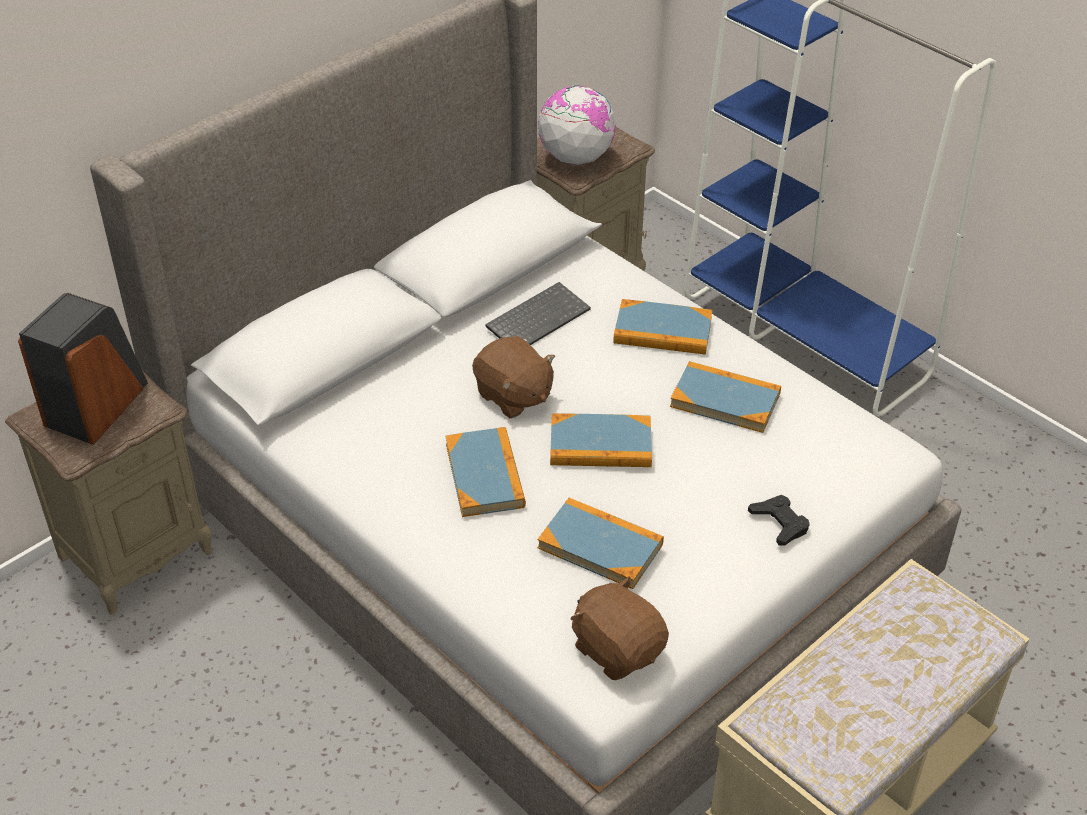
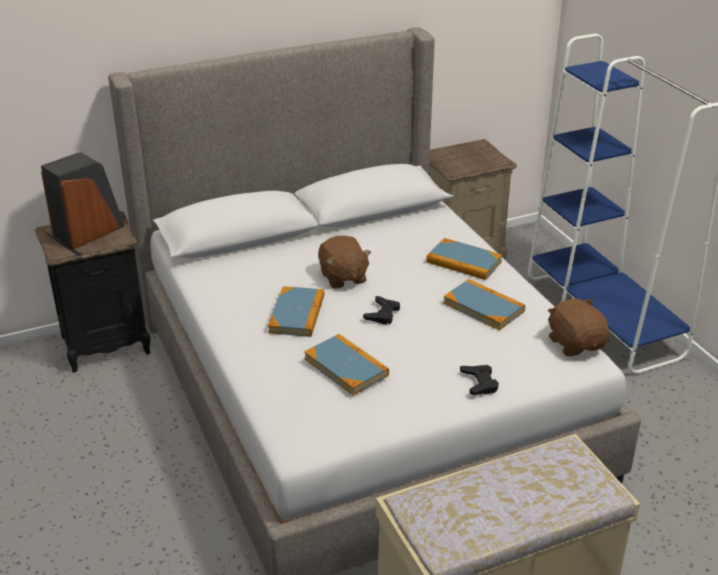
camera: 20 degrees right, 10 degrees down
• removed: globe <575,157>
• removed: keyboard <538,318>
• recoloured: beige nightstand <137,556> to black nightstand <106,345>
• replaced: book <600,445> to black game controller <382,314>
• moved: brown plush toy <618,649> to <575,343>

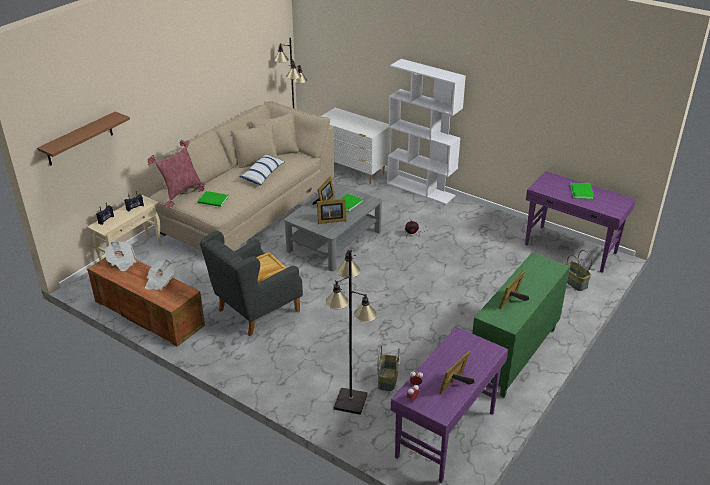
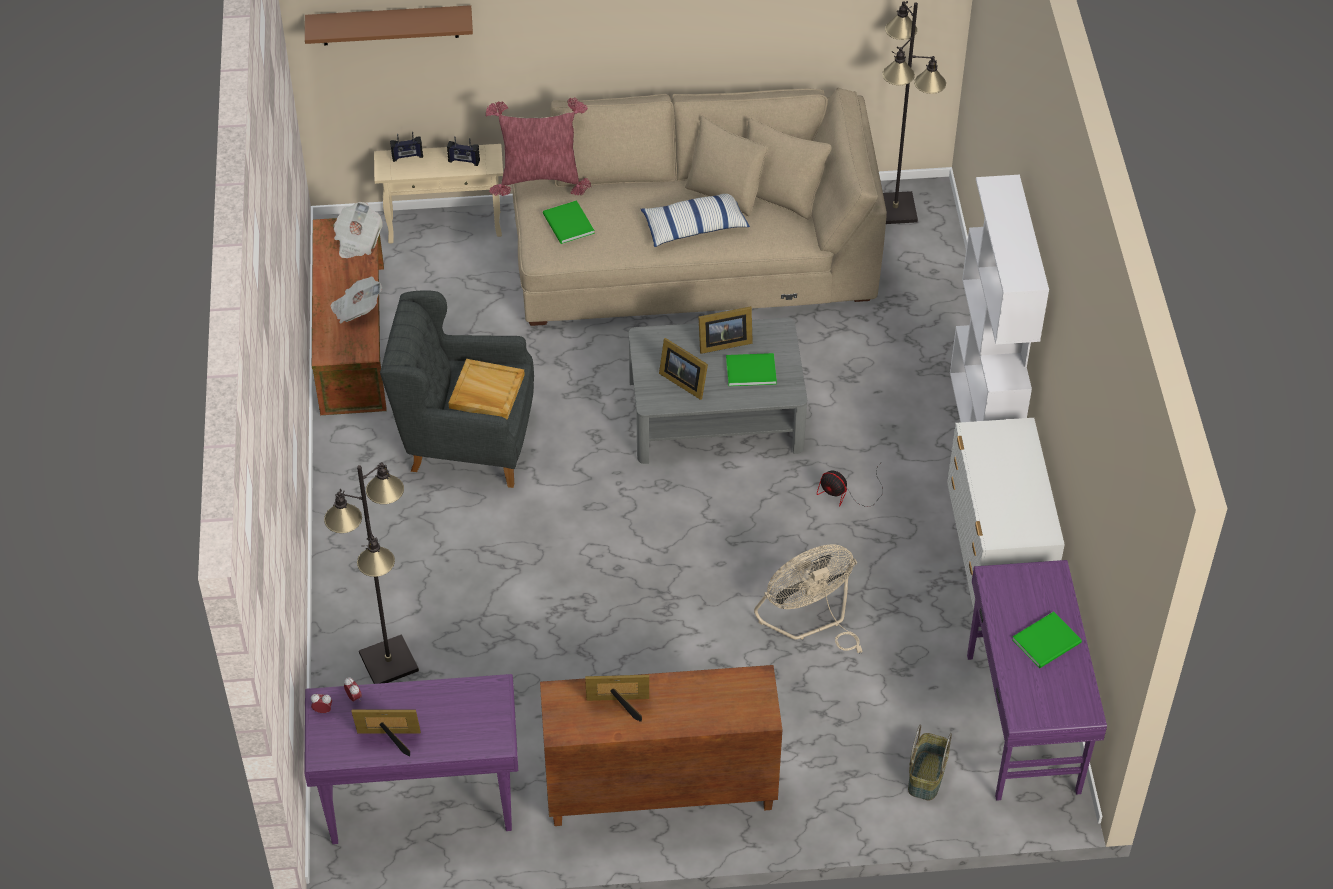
camera: 50 degrees right, 15 degrees up
• moved: white dresser <353,170> to <995,562>
• recoloured: green cabinet <514,355> to brown cabinet <659,791>
• removed: basket <387,379>
• added: beige fan <815,619>

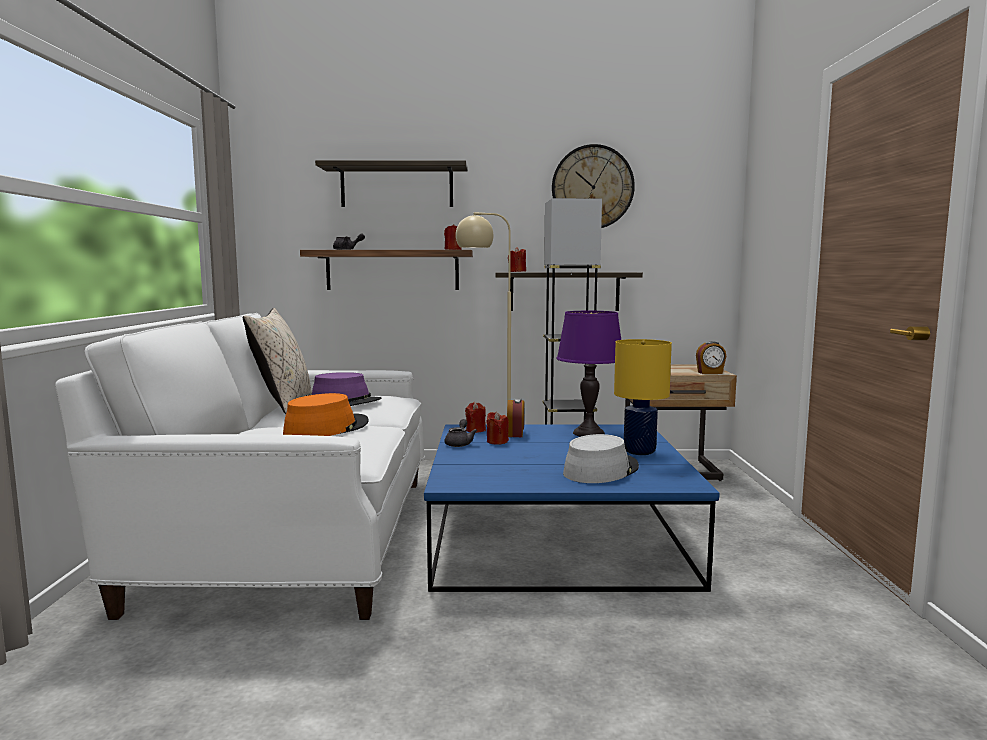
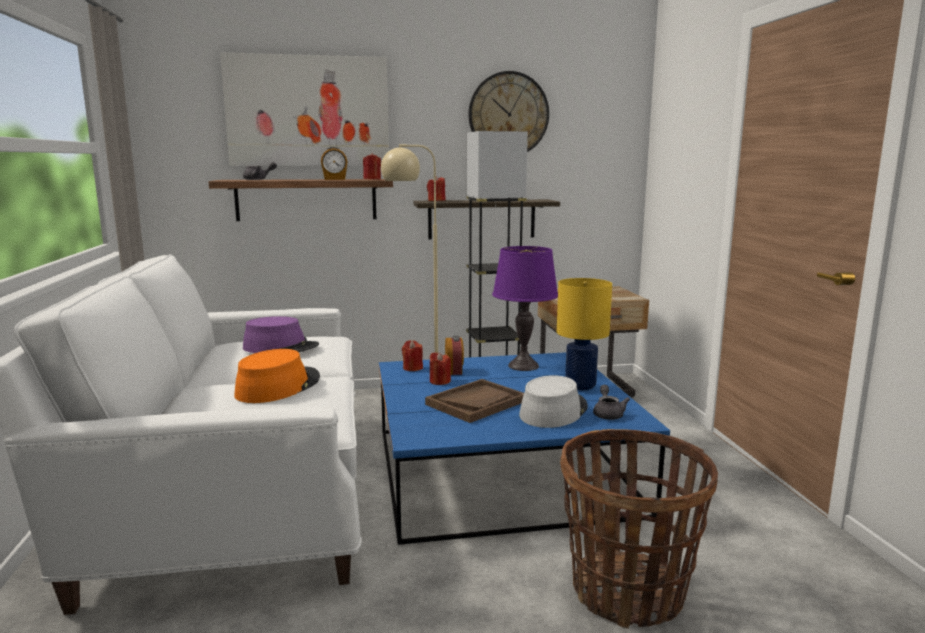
camera: 10 degrees left, 5 degrees up
• replaced: shelf <397,186> to picture <308,111>
• removed: beige pillow <282,404>
• moved: alarm clock <710,373> to <334,179>
• moved: grey teapot <459,443> to <608,414>
• added: brown tray <476,403>
• added: basket <628,591>

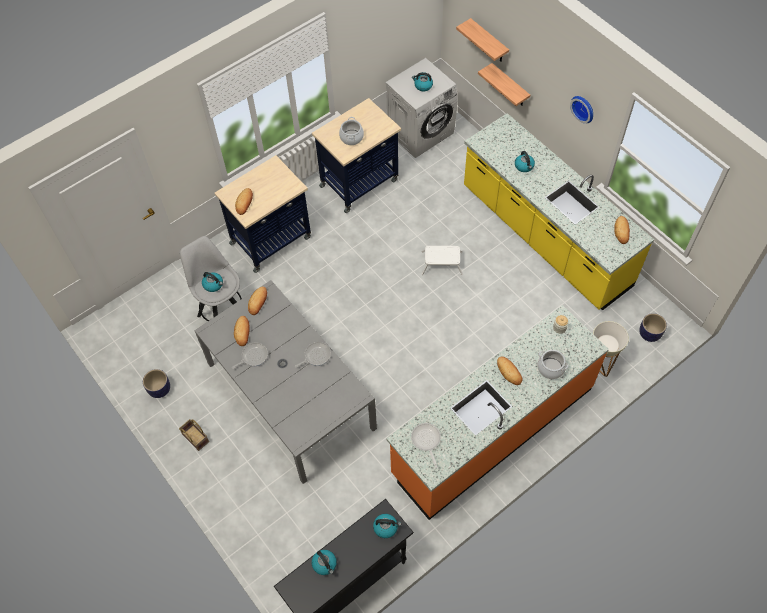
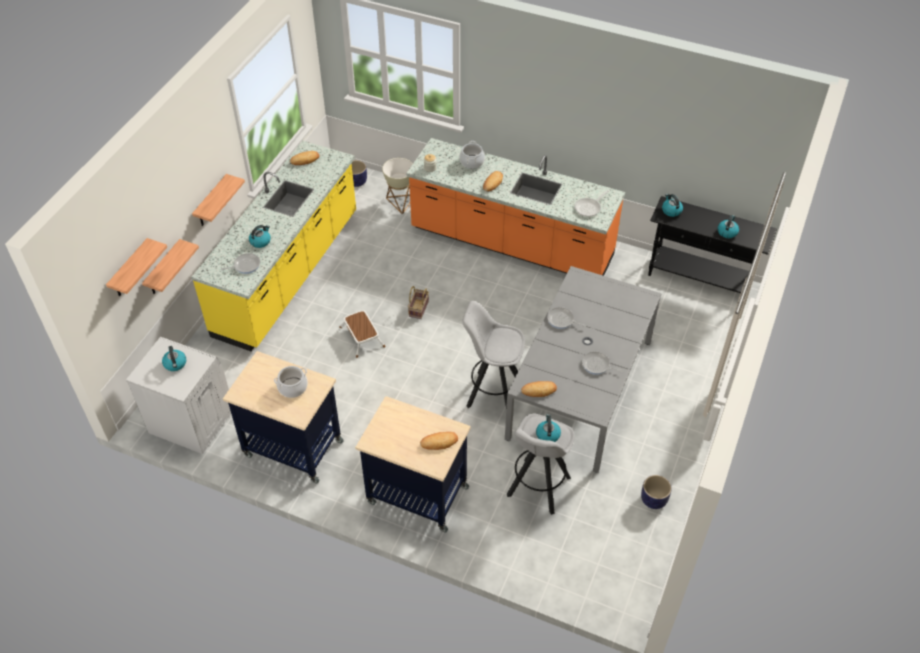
camera: 120 degrees left, 10 degrees down
• removed: wall clock <584,108>
• recoloured: white step ladder <442,263> to brown step ladder <361,337>
• removed: bread <242,332>
• moved: basket <194,438> to <419,309>
• added: shelf <211,202>
• added: frying pan <245,265>
• added: grey stool <492,393>

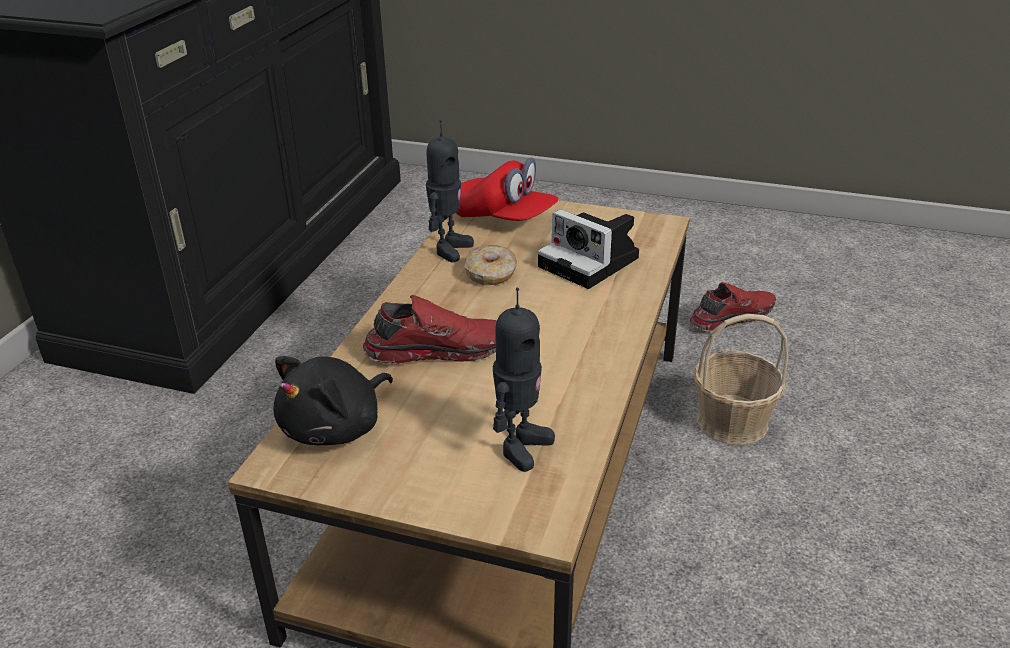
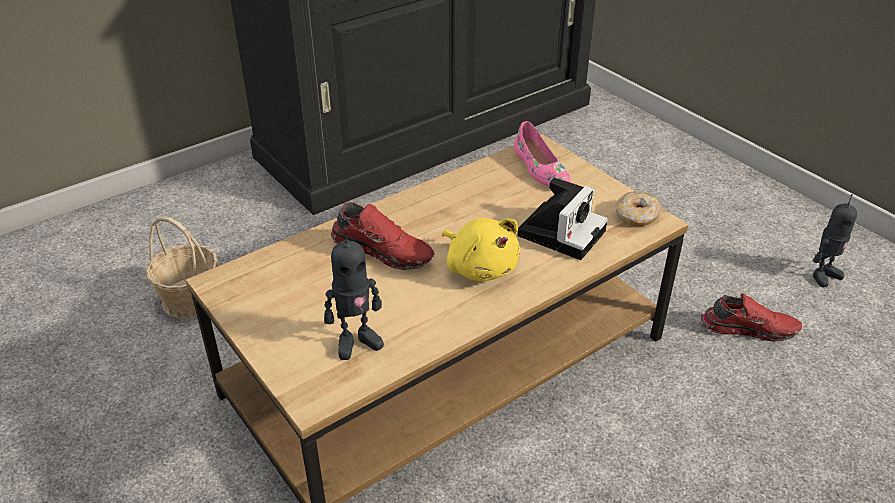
camera: 35 degrees right, 5 degrees up
• moved: toy robot <449,249> to <823,275>
• replaced: red cap <504,218> to pink shoe <539,169>
• turned: photo camera <592,263> = <562,231> 135 degrees counterclockwise
• moved: donut <491,274> to <637,216>
• moved: basket <731,421> to <190,299>
• removed: black plush toy <336,427>
• added: yellow plush toy <480,267>

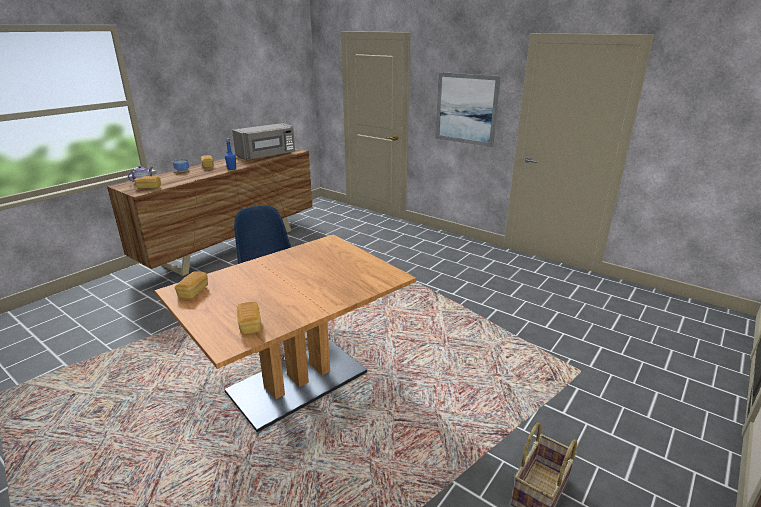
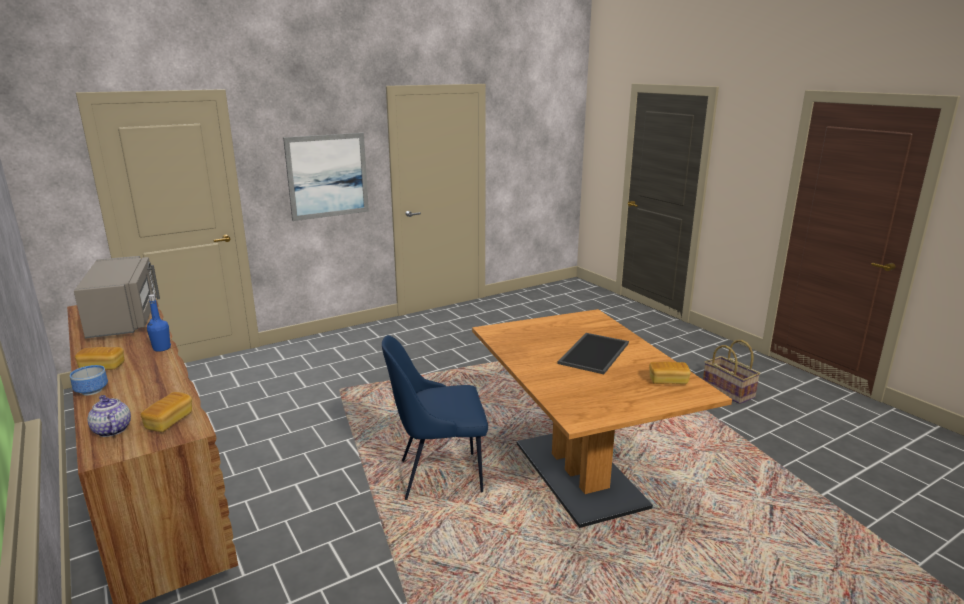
camera: 70 degrees left, 5 degrees down
• removed: bread <193,292>
• added: tray <593,352>

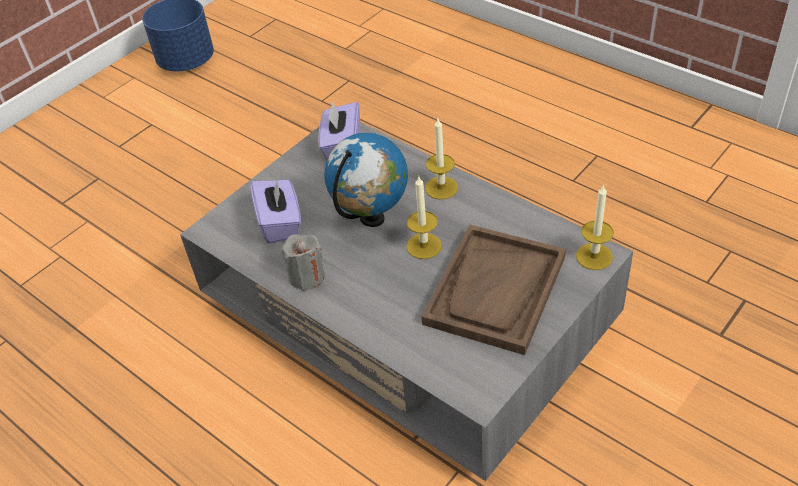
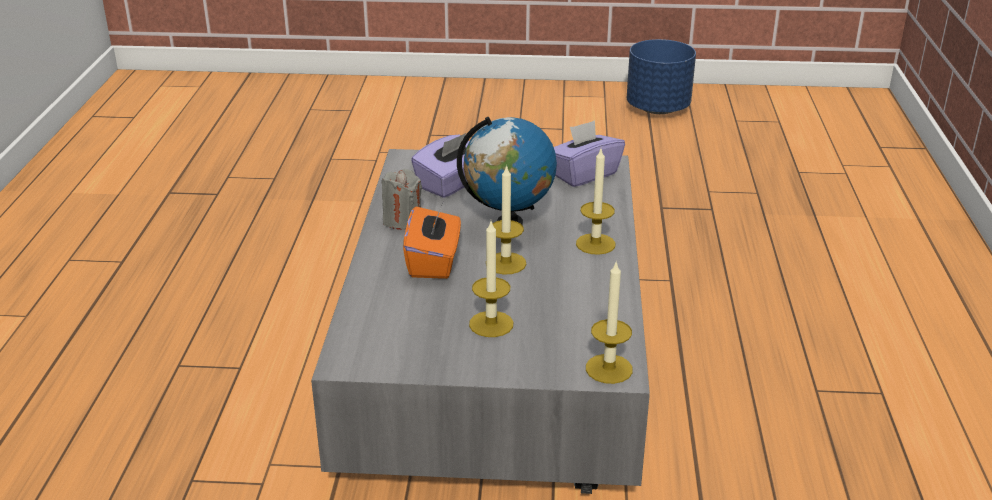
camera: 50 degrees right, 15 degrees down
• replaced: brown tray <495,290> to candle <491,324>
• added: orange tissue box <434,262>

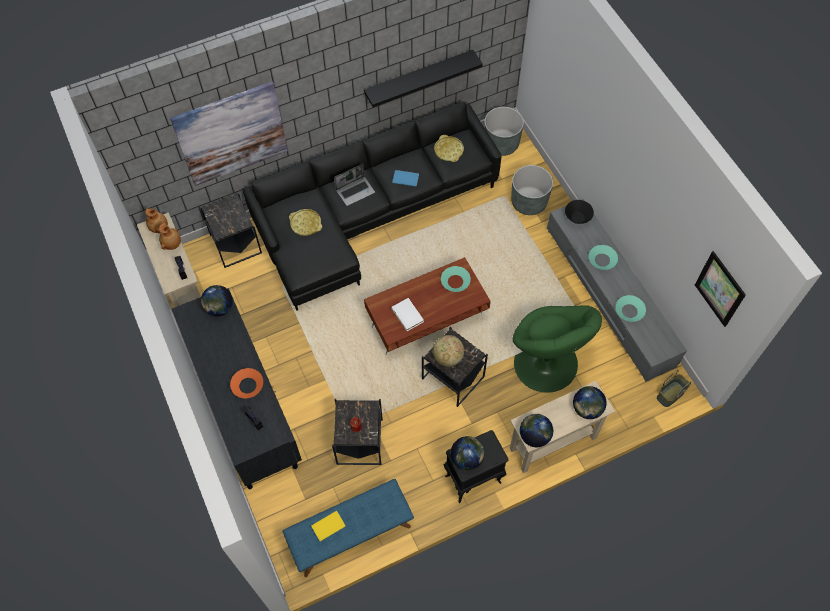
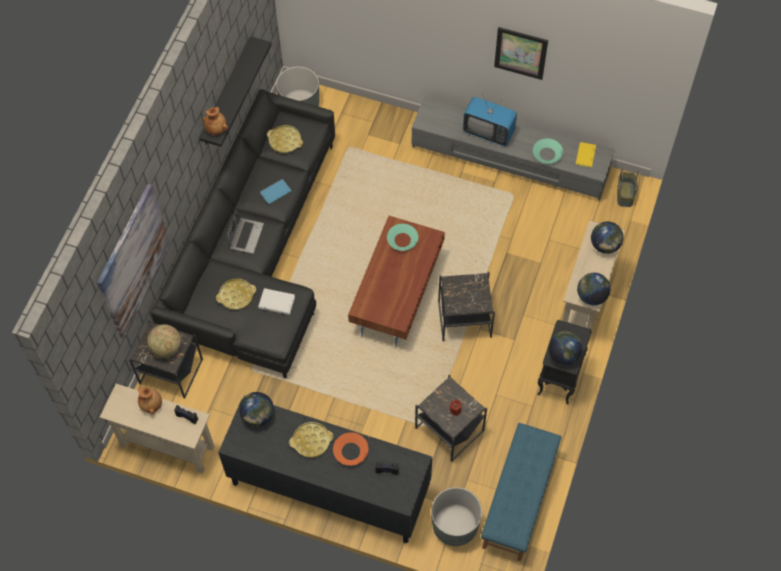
camera: 45 degrees left, 0 degrees up
• moved: grey planter <529,202> to <455,525>
• removed: black bowl <577,218>
• moved: brown vase <159,227> to <216,128>
• replaced: turquoise bowl <602,260> to television <488,132>
• moved: picture <719,289> to <520,53>
• moved: white book <408,315> to <277,302>
• removed: green armchair <546,364>
• moved: globe <447,357> to <166,348>
• moved: yellow book <329,526> to <586,154>
• added: yellow tray <311,441>

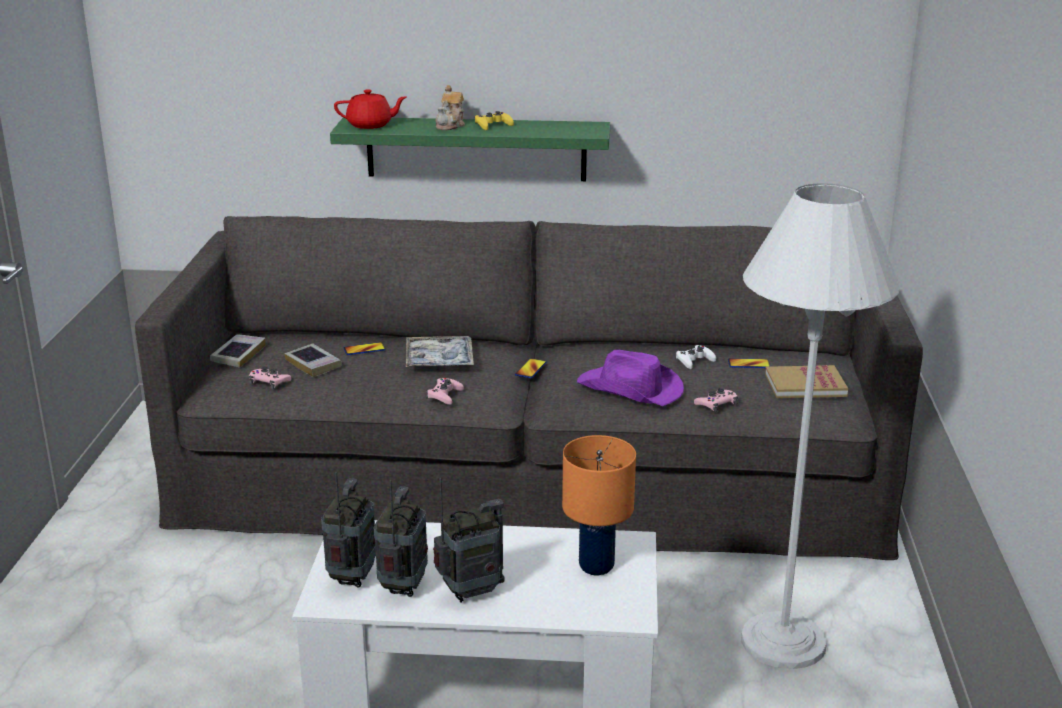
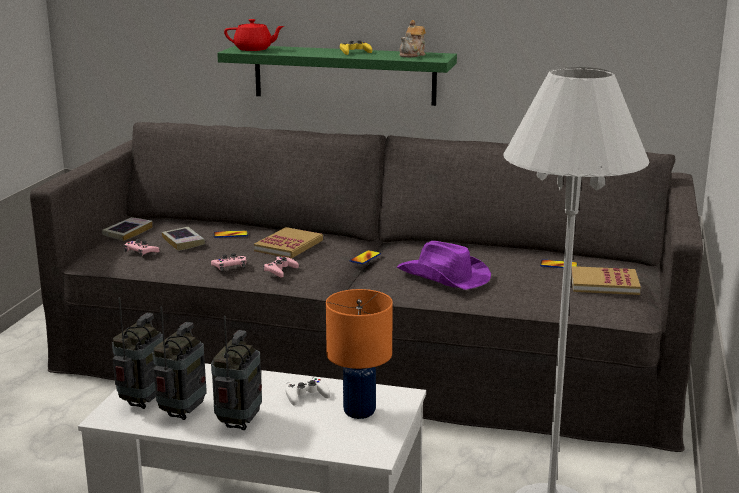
camera: 10 degrees right, 5 degrees down
• moved: teapot <451,125> to <413,55>
• replaced: tray <439,360> to book <289,246>
• moved: white game controller <694,361> to <306,395>
• moved: pink game controller <716,404> to <229,266>
• turned: radio <472,593> = <239,422> 60 degrees counterclockwise

